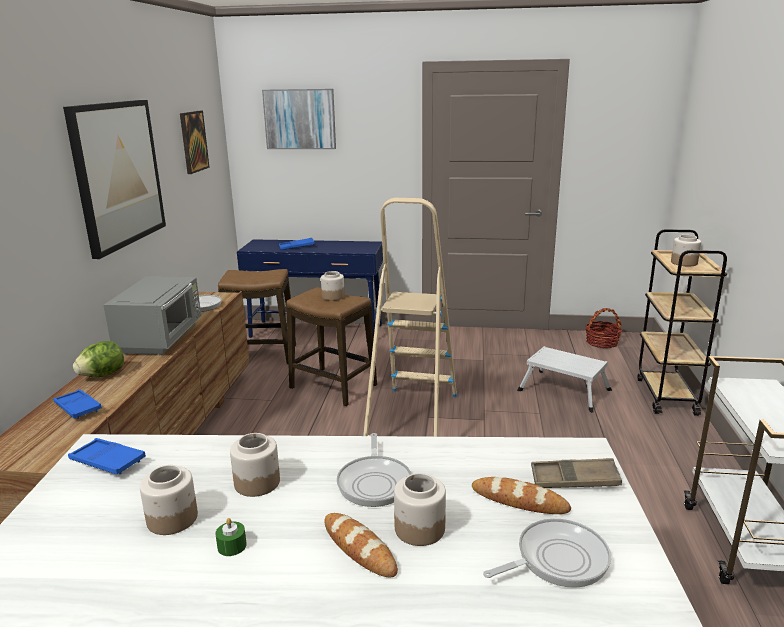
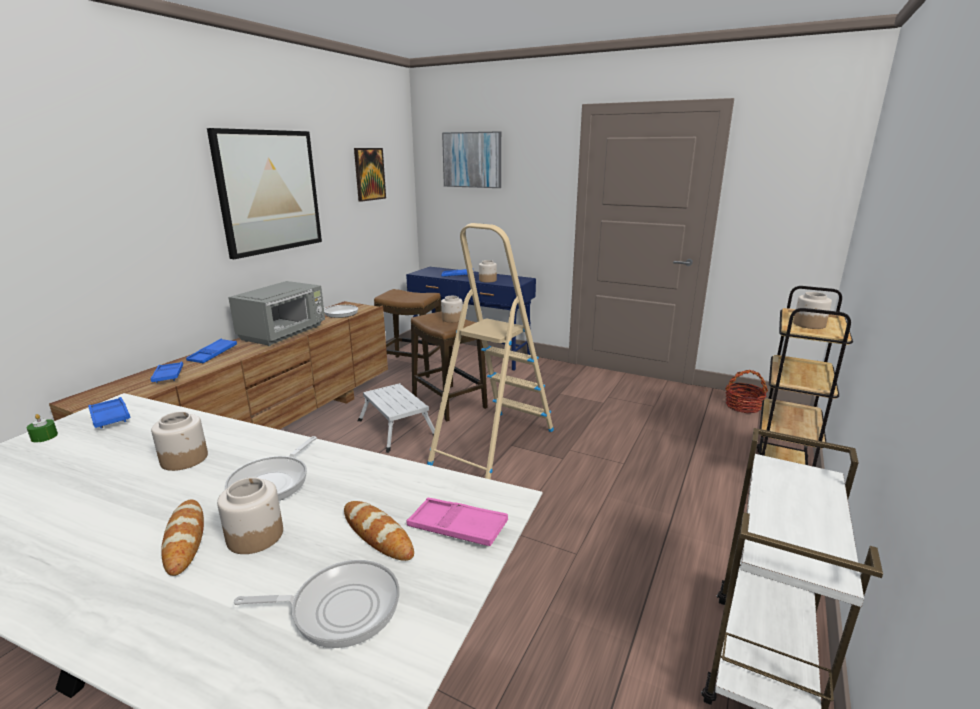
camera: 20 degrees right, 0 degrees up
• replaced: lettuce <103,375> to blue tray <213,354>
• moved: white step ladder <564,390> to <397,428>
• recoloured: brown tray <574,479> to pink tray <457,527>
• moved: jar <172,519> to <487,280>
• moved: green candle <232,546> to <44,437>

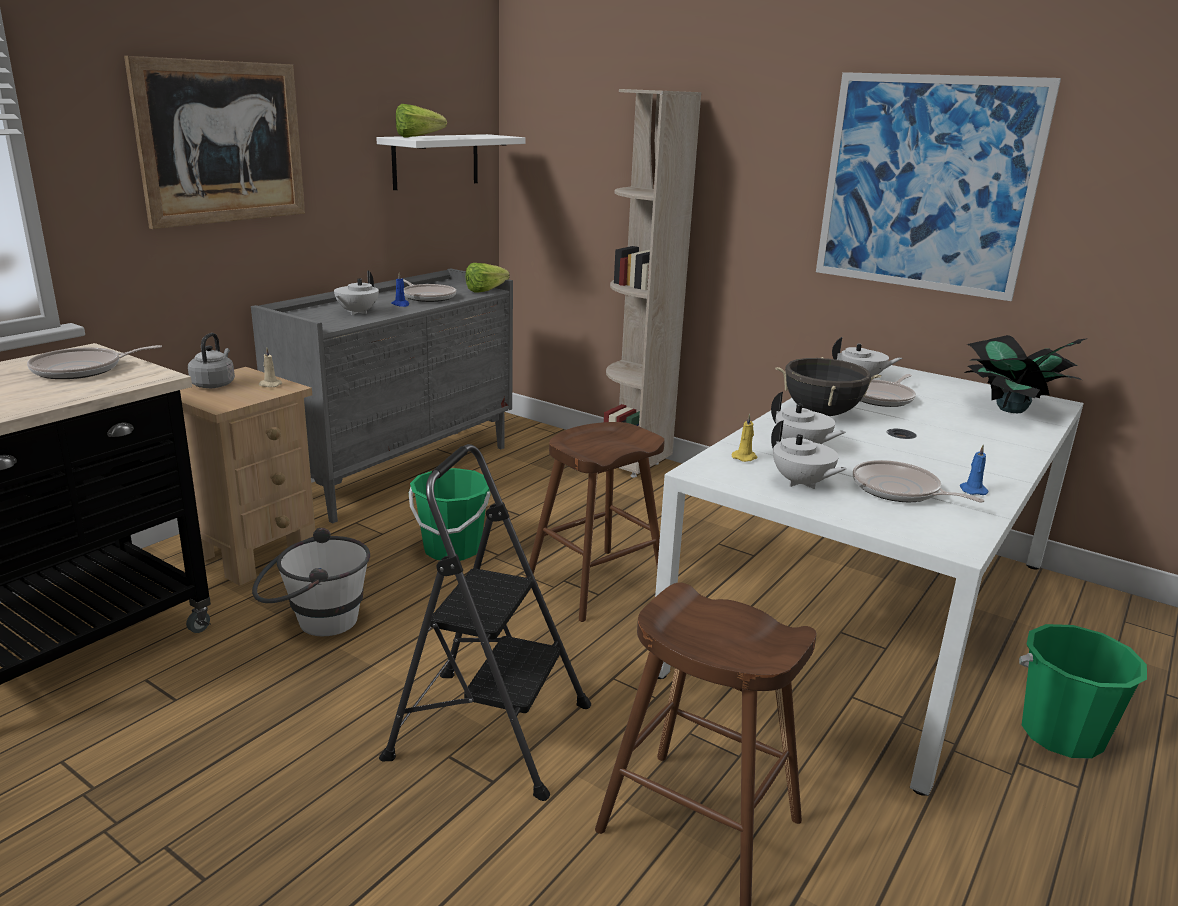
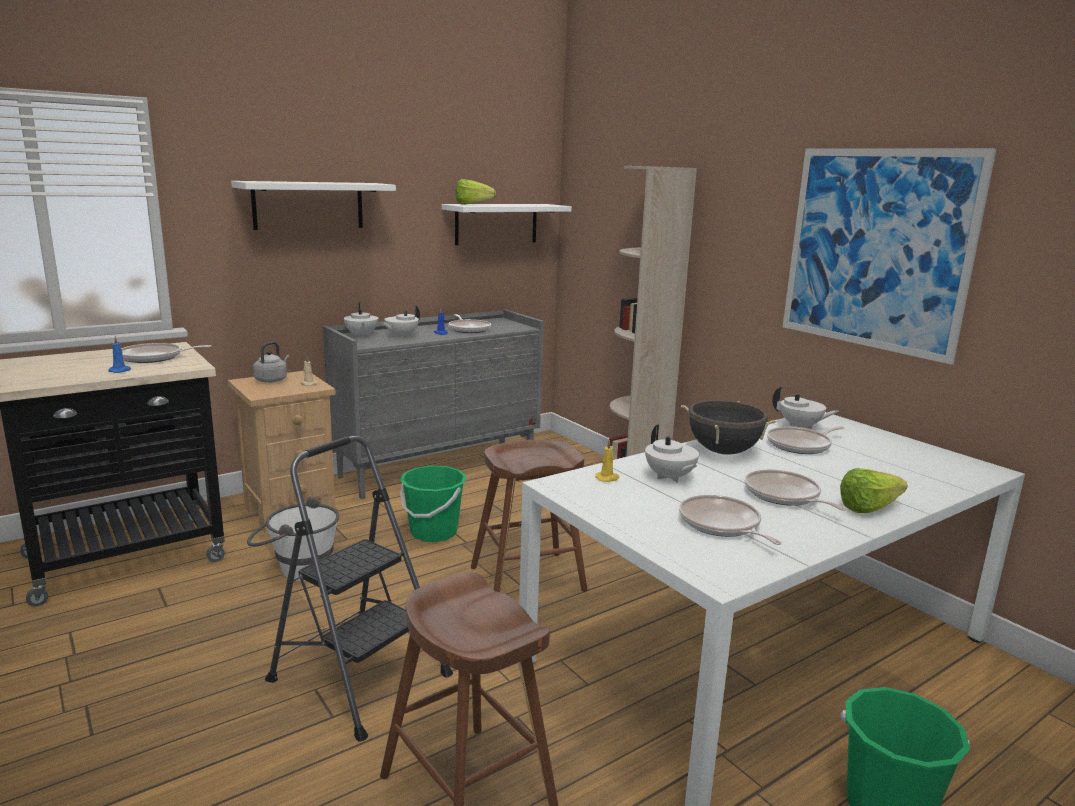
camera: 20 degrees right, 5 degrees down
• replaced: picture <222,142> to white shelf <308,205>
• moved: lettuce <489,291> to <874,508>
• removed: potted plant <1010,410>
• moved: white teapot <801,483> to <361,335>
• moved: blue candle <972,490> to <120,371>
• added: frying pan <784,495>

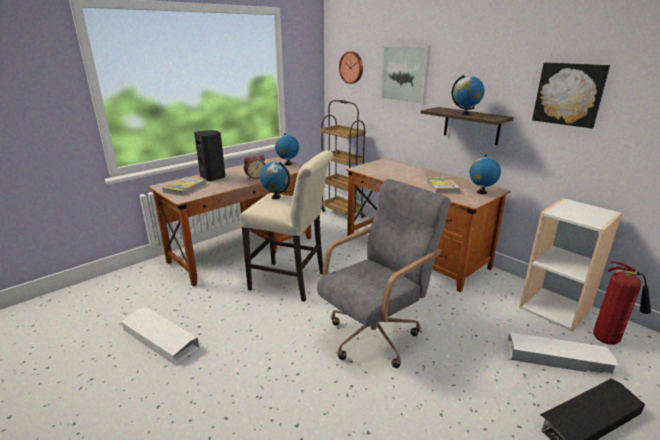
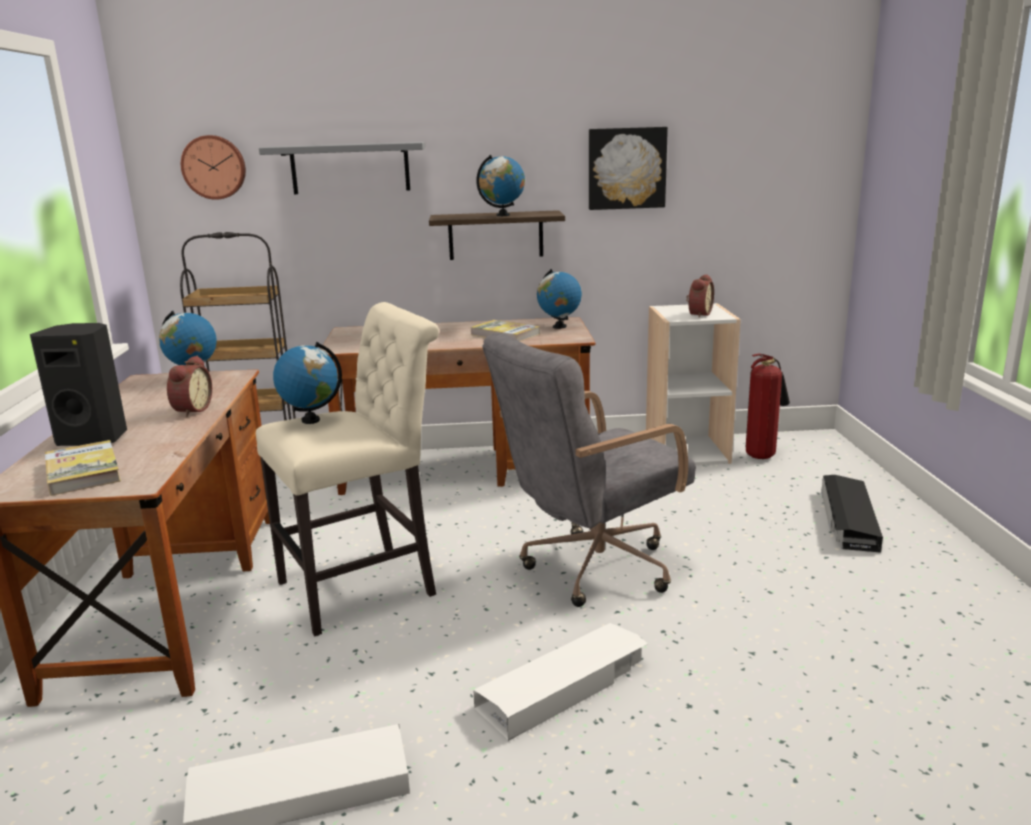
camera: 50 degrees left, 5 degrees down
• replaced: picture <404,74> to grey shelf <350,168>
• turned: grey office chair <376,335> = <592,571> 120 degrees counterclockwise
• moved: white storage box <558,358> to <564,687>
• added: alarm clock <698,314>

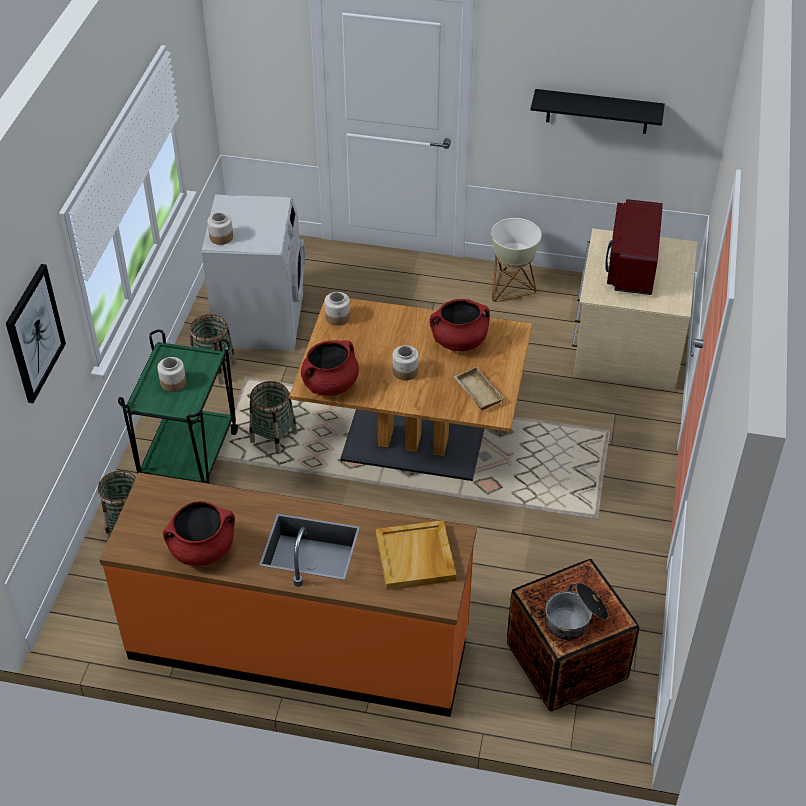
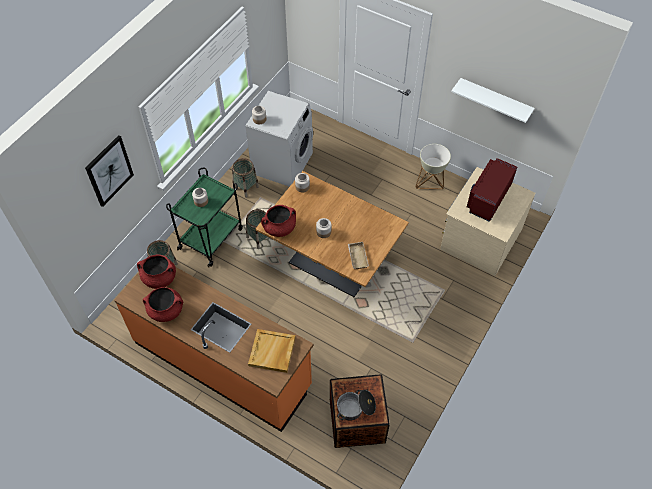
camera: 20 degrees right, 10 degrees up
• recoloured: black shelf <597,111> to white shelf <495,100>
• moved: red cooking pot <459,341> to <159,278>

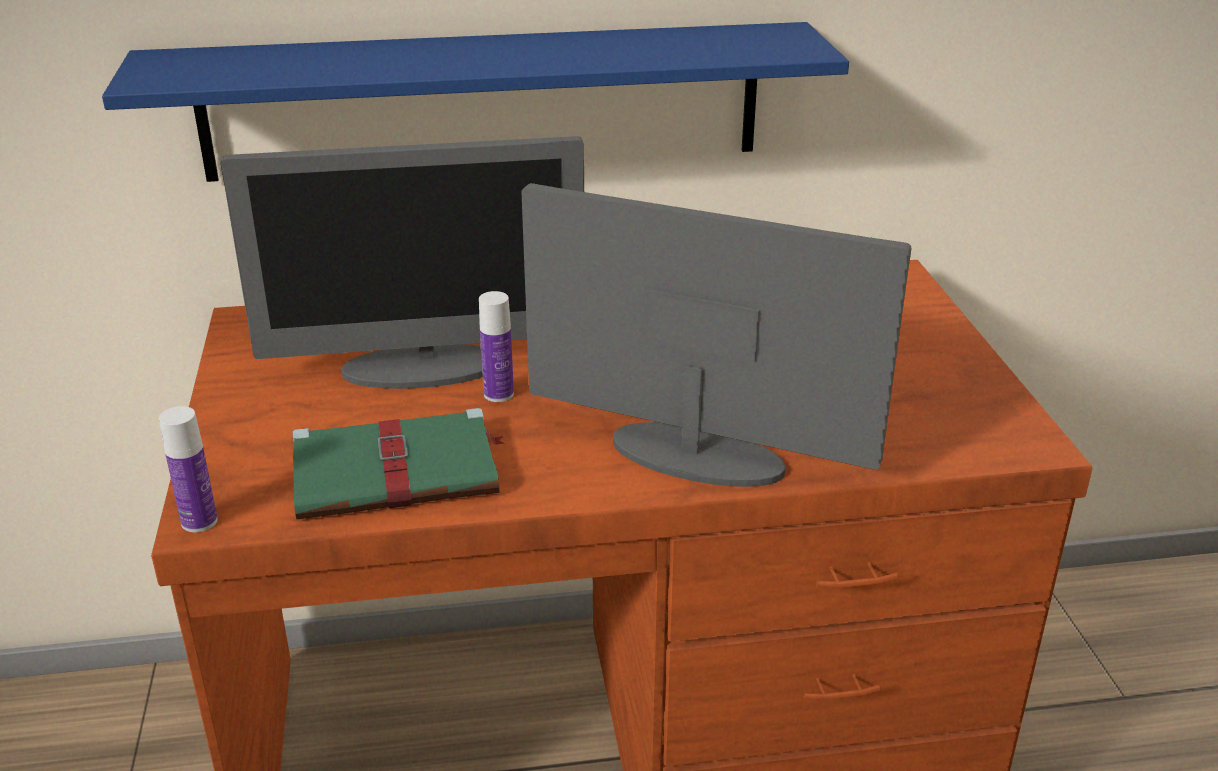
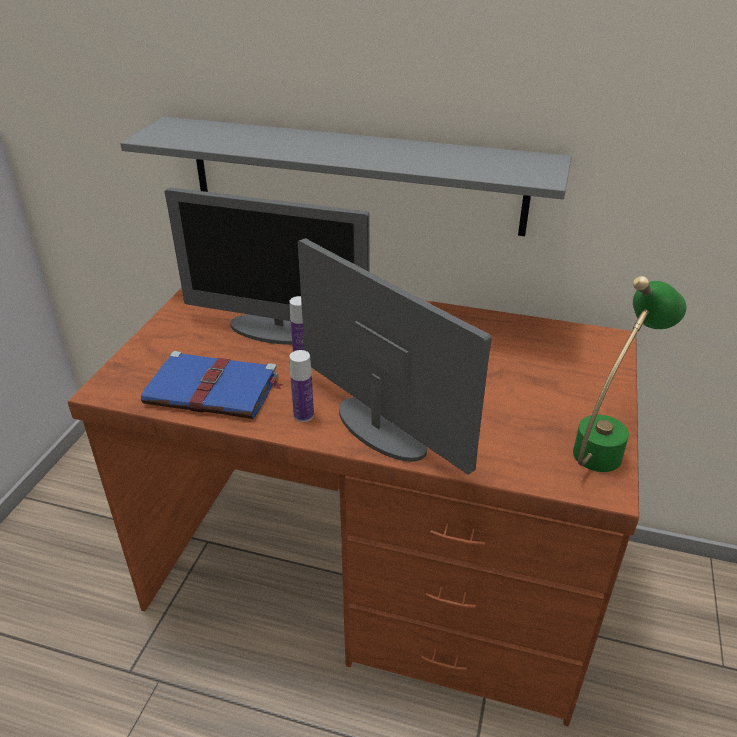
camera: 25 degrees right, 5 degrees up
• recoloured: blue shelf <483,101> to grey shelf <355,175>
• moved: bottle <199,521> to <303,415>
• recoloured: green book <399,472> to blue book <214,390>
• added: green table lamp <607,442>

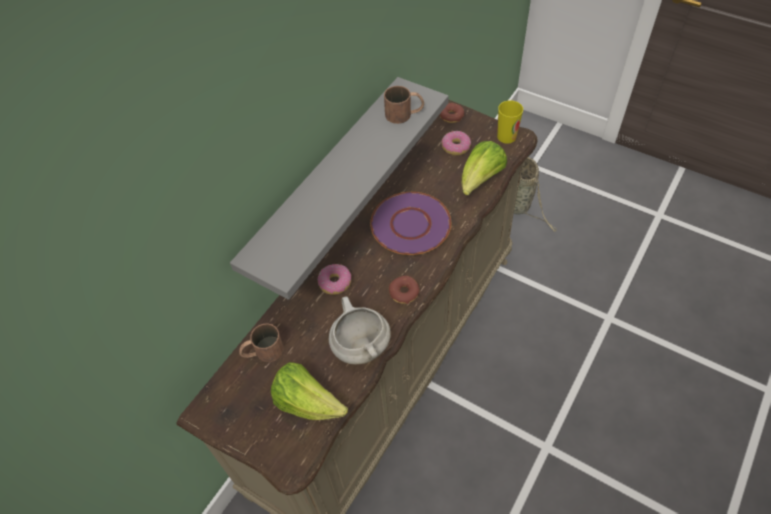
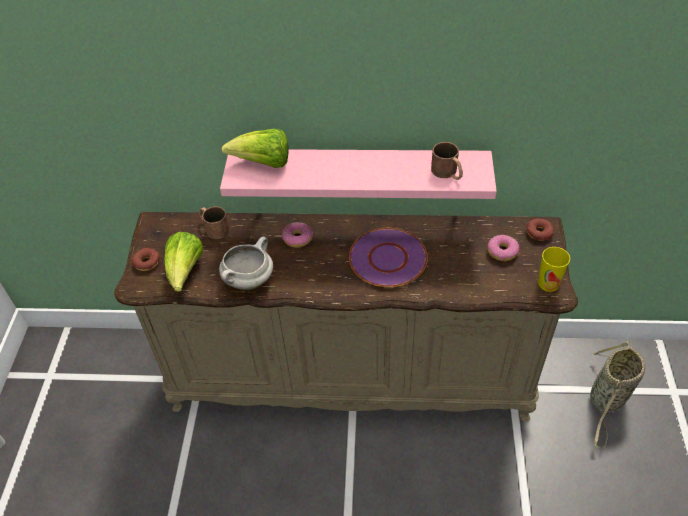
camera: 60 degrees right, 5 degrees down
• recoloured: grey shelf <326,183> to pink shelf <359,173>
• moved: lettuce <480,180> to <263,163>
• moved: donut <404,293> to <147,262>

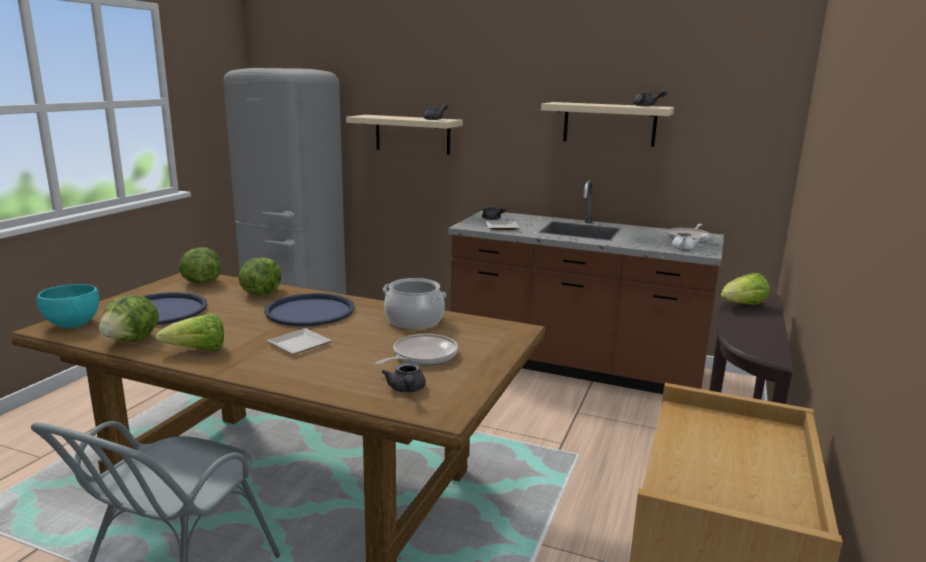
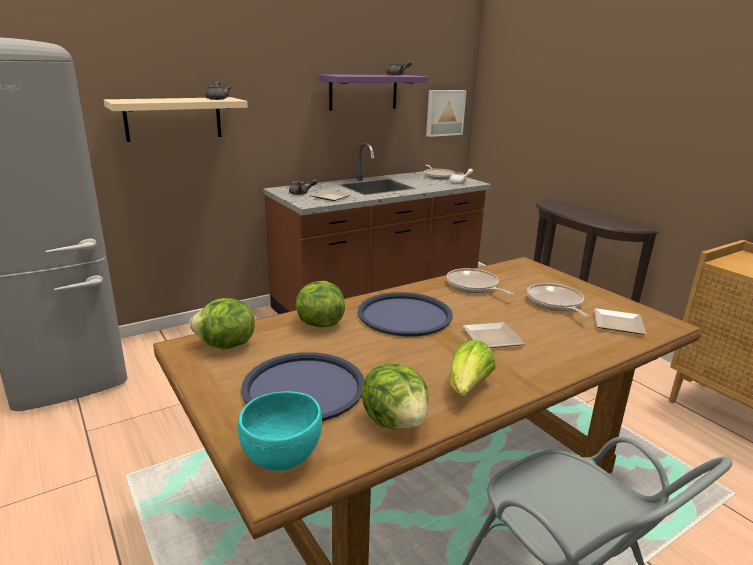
camera: 55 degrees left, 5 degrees up
• recoloured: beige shelf <609,124> to purple shelf <363,92>
• removed: lettuce <742,306>
• replaced: cooking pot <414,320> to frying pan <474,286>
• replaced: grey teapot <406,390> to plate <619,324>
• added: picture <444,112>

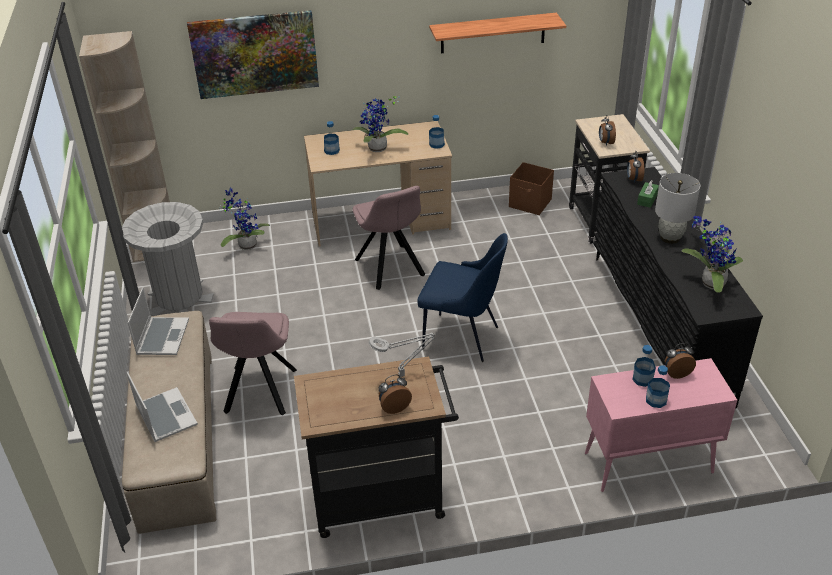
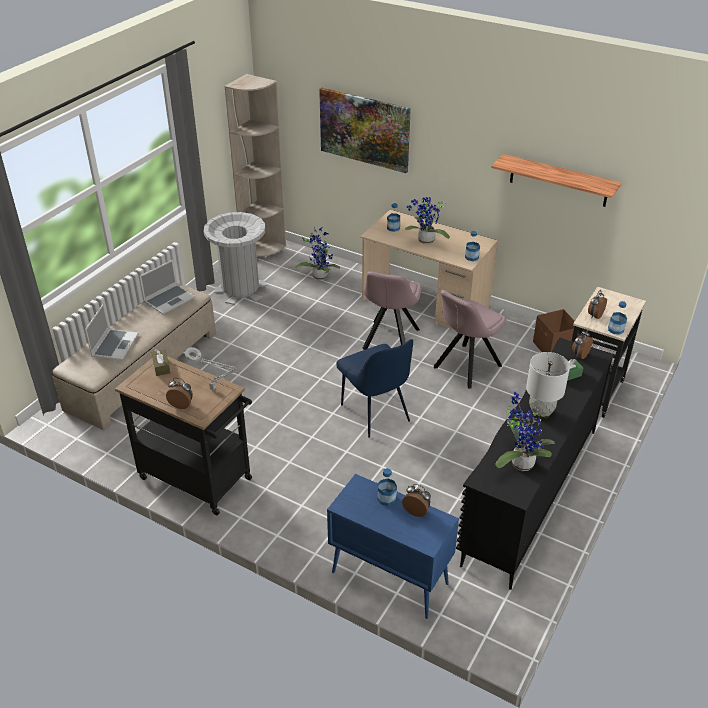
camera: 40 degrees right, 0 degrees up
• moved: pink chair <259,391> to <466,366>
• recoloured: pink cabinet <647,463> to blue cabinet <388,578>
• moved: bottle <656,400> to <615,329>
• added: brown tissue box <161,367>

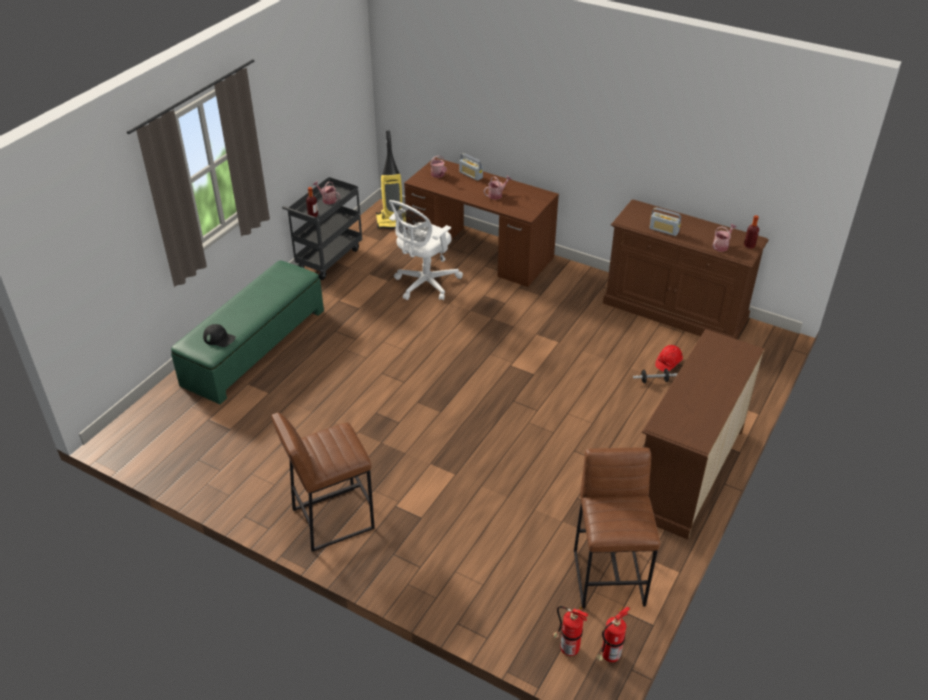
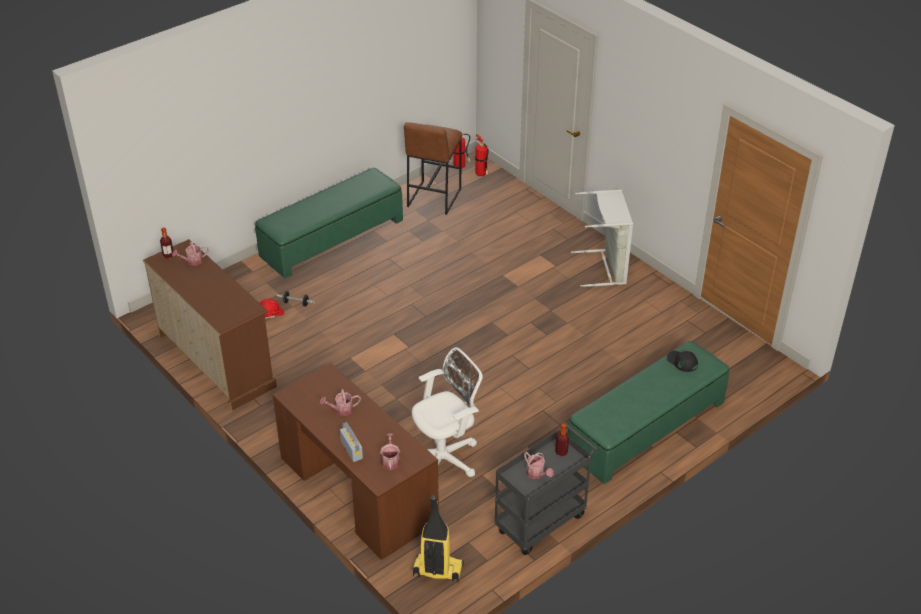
camera: 160 degrees left, 0 degrees up
• removed: radio <664,230>
• replaced: brown cabinet <687,472> to green bench <332,237>
• replaced: brown stool <331,519> to grey laundry basket <605,268>

